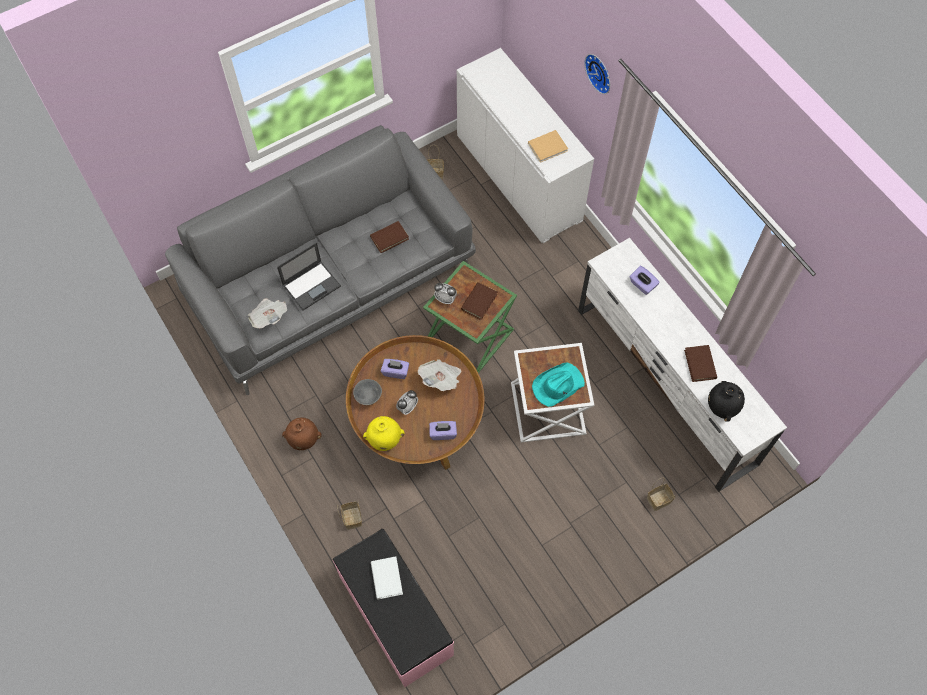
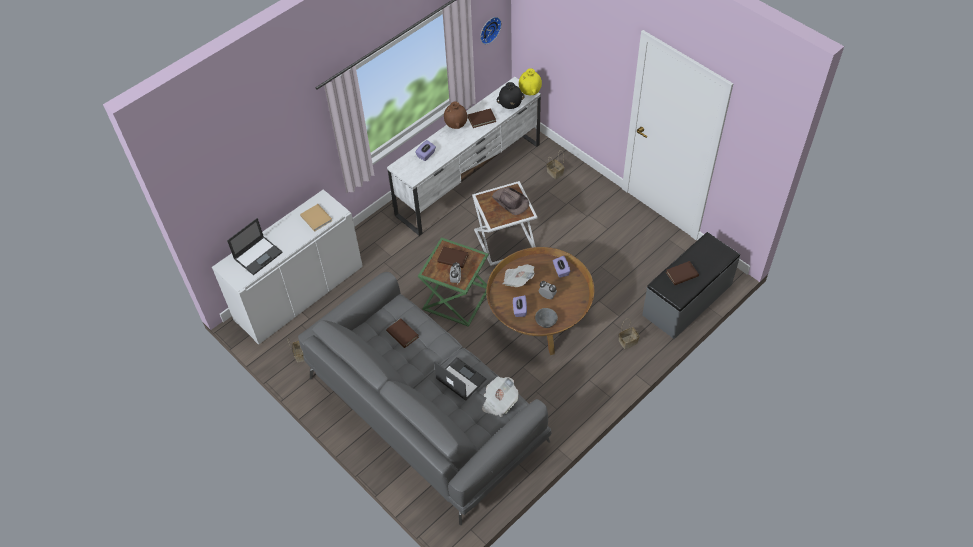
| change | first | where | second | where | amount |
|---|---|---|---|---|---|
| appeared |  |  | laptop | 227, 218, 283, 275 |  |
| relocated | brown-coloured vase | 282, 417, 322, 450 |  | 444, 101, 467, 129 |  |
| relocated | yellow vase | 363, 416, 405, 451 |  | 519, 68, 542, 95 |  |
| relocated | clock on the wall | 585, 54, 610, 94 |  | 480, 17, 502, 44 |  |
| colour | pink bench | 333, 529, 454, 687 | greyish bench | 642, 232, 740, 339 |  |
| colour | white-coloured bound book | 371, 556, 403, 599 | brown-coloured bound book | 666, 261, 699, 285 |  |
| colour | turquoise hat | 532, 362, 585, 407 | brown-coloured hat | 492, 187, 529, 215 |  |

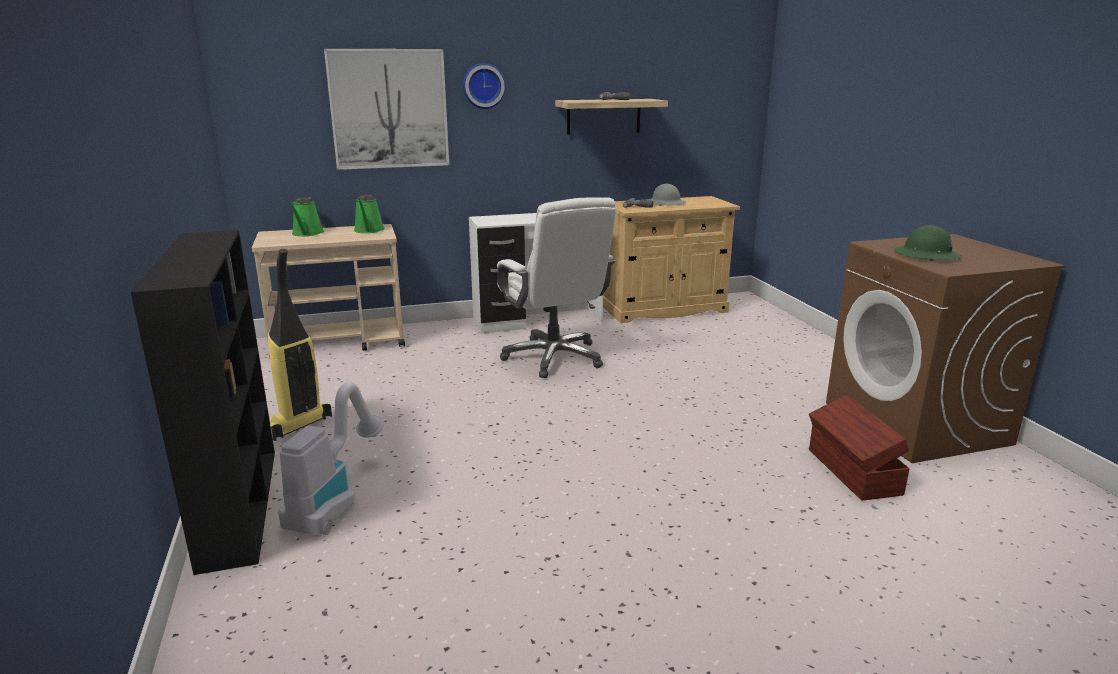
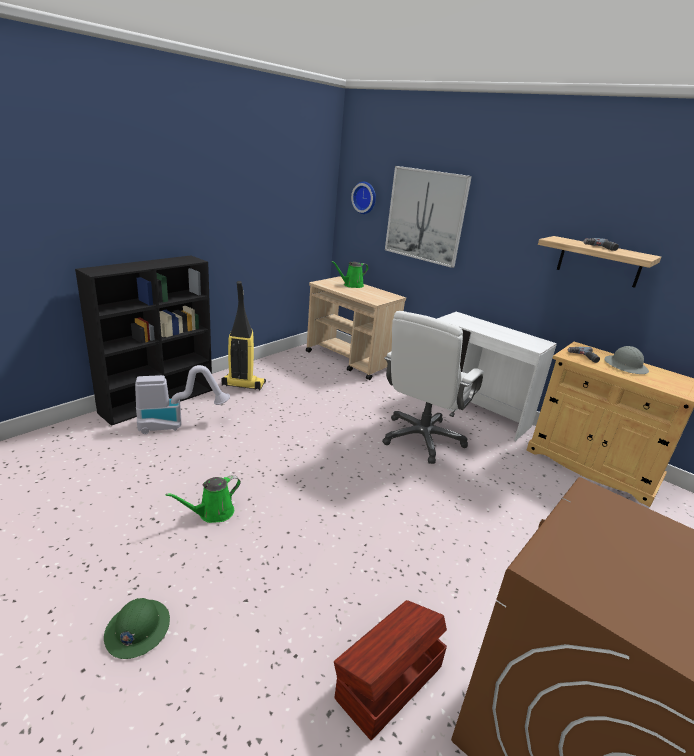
| change | first | where | second | where | amount |
|---|---|---|---|---|---|
| relocated | green-coloured sprinkling can | 354, 195, 385, 233 |  | 166, 475, 241, 523 |  |
| relocated | clock on the wall | 463, 63, 506, 109 |  | 351, 182, 376, 214 |  |
| relocated | green-coloured safety helmet | 894, 225, 962, 261 |  | 104, 598, 170, 659 |  |

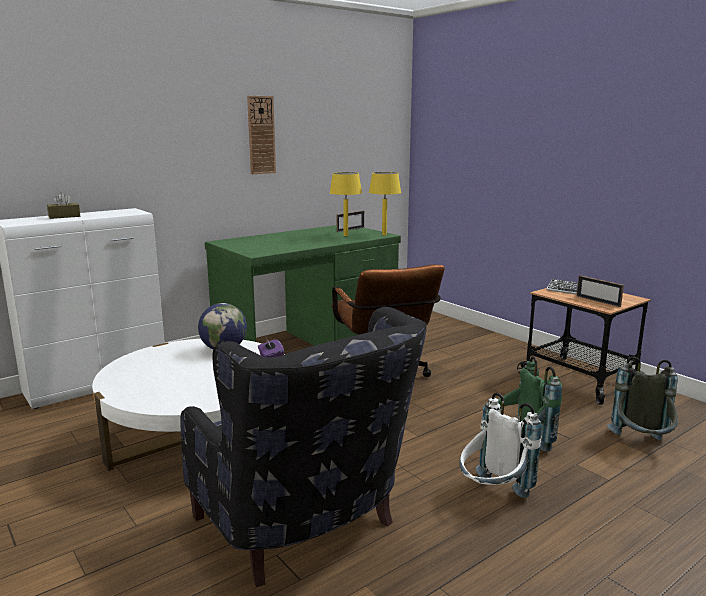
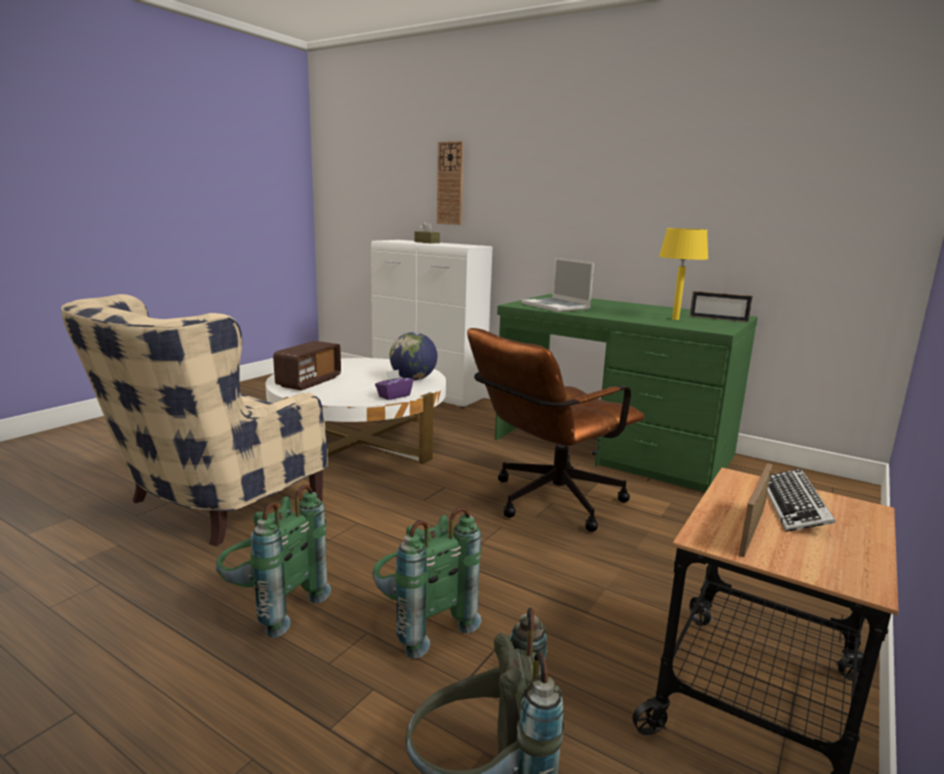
| change | first | where | second | where | amount |
|---|---|---|---|---|---|
| missing | yellow lamp for a table | 369, 172, 401, 235 |  |  |  |
| appeared |  |  | radio set | 273, 341, 341, 391 |  |
| appeared |  |  | laptop | 521, 258, 594, 312 |  |
| relocated | clock on the wall | 247, 96, 276, 174 |  | 437, 141, 464, 225 |  |
| colour | blackish easy chair | 180, 307, 427, 587 | beige-coloured easy chair | 61, 294, 328, 546 |  |
| colour | white-coloured backpack | 459, 392, 542, 498 | green-coloured backpack | 216, 485, 331, 638 |  |

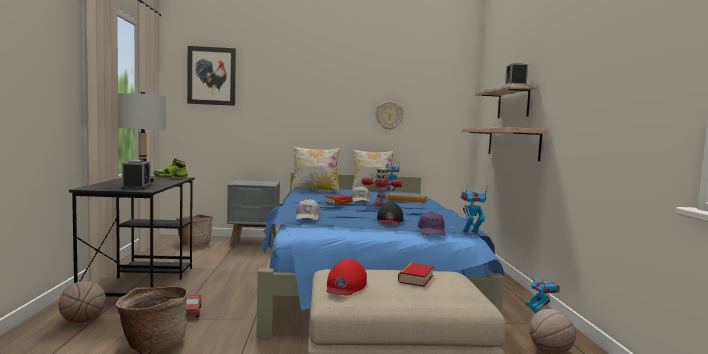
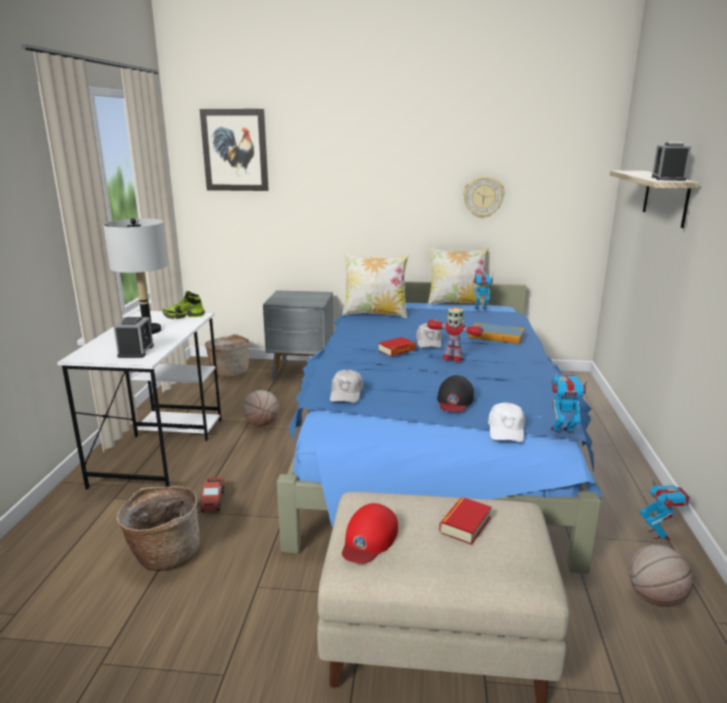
| change | first | where | second | where | amount |
|---|---|---|---|---|---|
| missing | bracket shelf | 461, 128, 548, 161 |  |  |  |
| relocated | basketball ball | 58, 281, 106, 323 |  | 242, 390, 279, 427 |  |
| colour | blackish desk | 69, 176, 195, 297 | white-coloured desk | 57, 311, 222, 489 |  |
| colour | purplish cap | 418, 212, 446, 236 | white-coloured cap | 488, 402, 525, 442 |  |

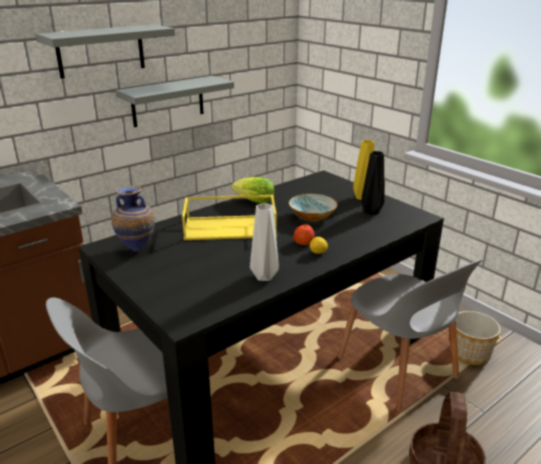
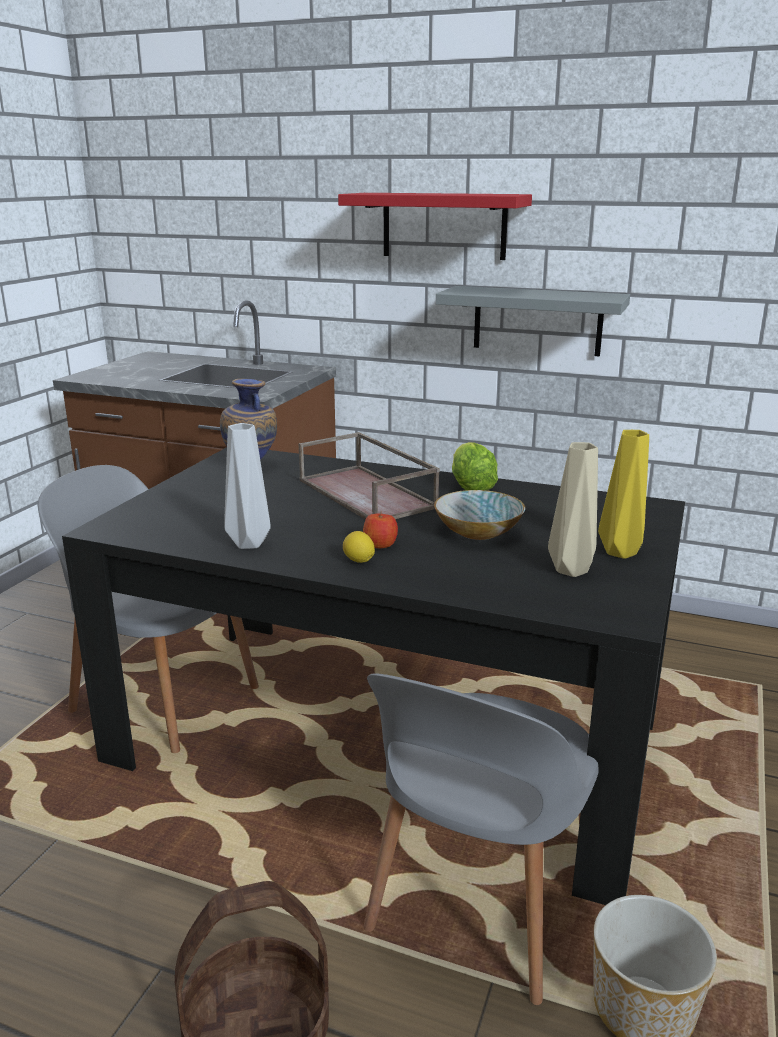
| change | first | where | second | where | amount |
|---|---|---|---|---|---|
| colour | greyish bracket shelf | 35, 24, 175, 79 | red bracket shelf | 338, 193, 532, 260 |  |
| colour | yellow tray | 182, 195, 277, 240 | brown-coloured tray | 299, 432, 440, 520 |  |
| colour | blackish vase | 361, 151, 385, 215 | beige-coloured vase | 548, 442, 598, 577 |  |

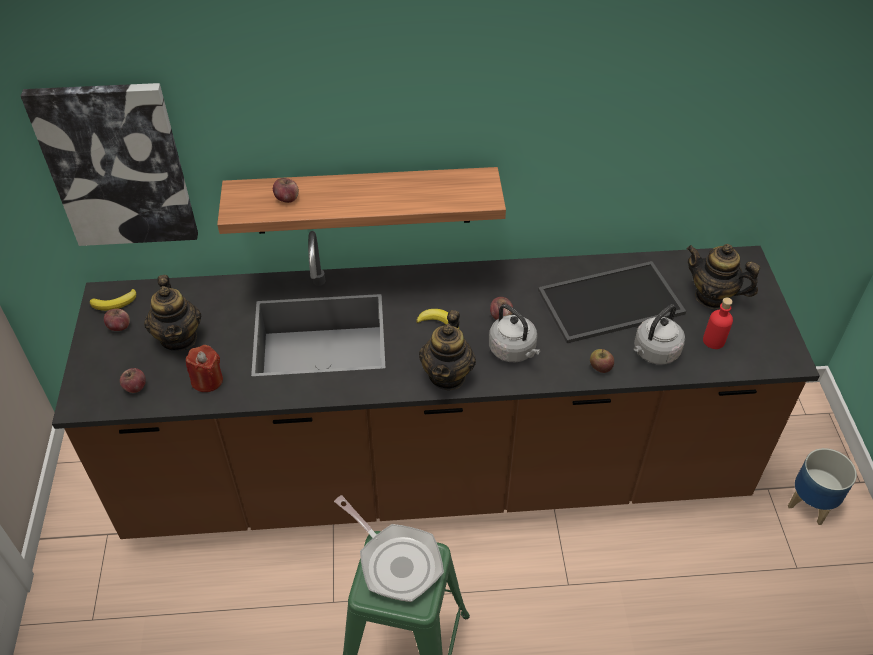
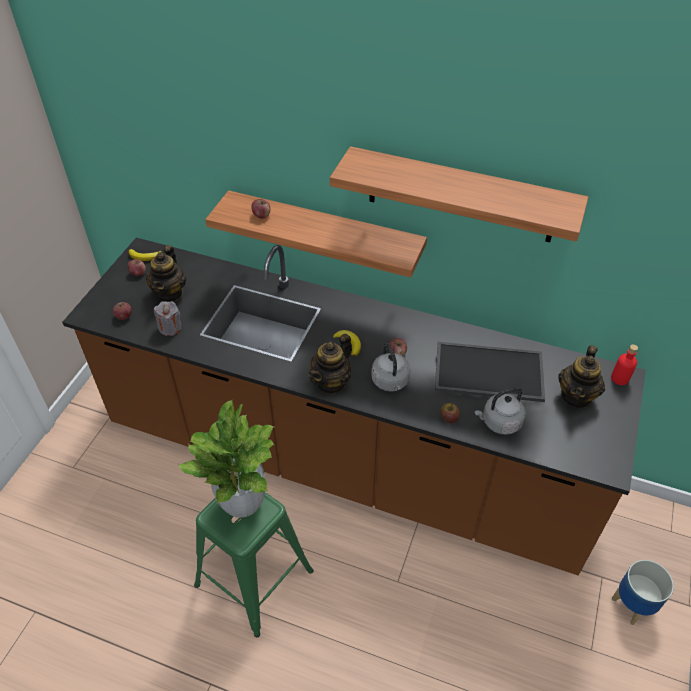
| change | first | where | second | where | amount |
|---|---|---|---|---|---|
| missing | picture | 21, 83, 198, 246 |  |  |  |
| appeared |  |  | bracket shelf | 330, 146, 588, 242 |  |
| relocated | red drink bottle | 703, 298, 733, 349 |  | 611, 344, 638, 385 |  |
| exchanged | skillet | 334, 495, 444, 602 | plant in a pot | 178, 400, 274, 518 |  |
| colour | red wax light | 186, 345, 223, 392 | greyish wax light | 154, 301, 182, 336 |  |
| spun | teapot | 687, 244, 760, 309 |  | 558, 345, 605, 408 | 120 degrees counterclockwise |

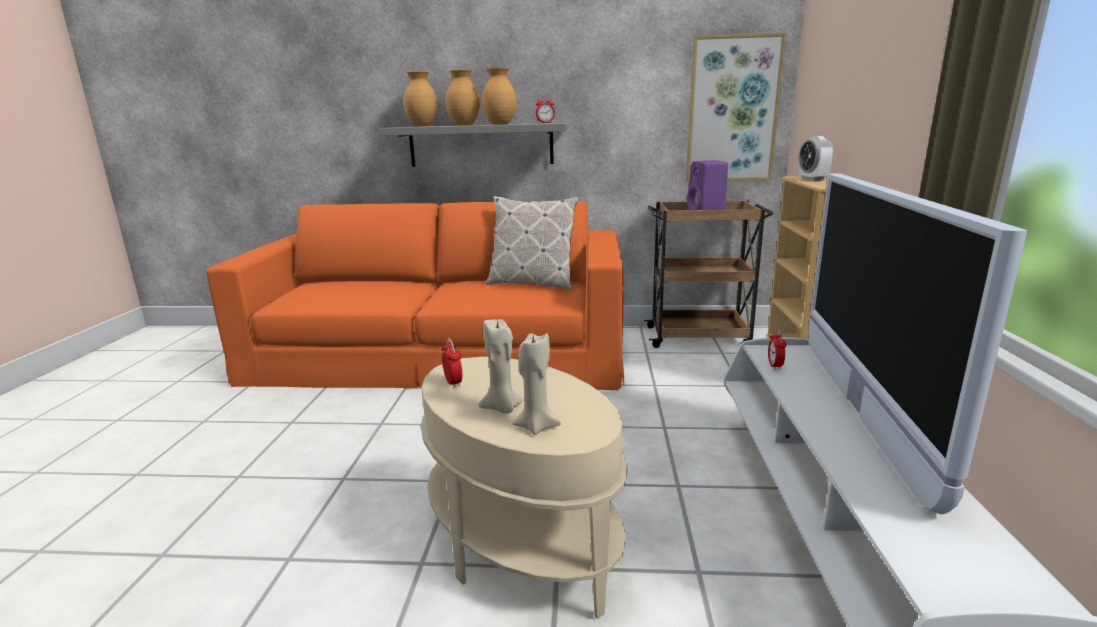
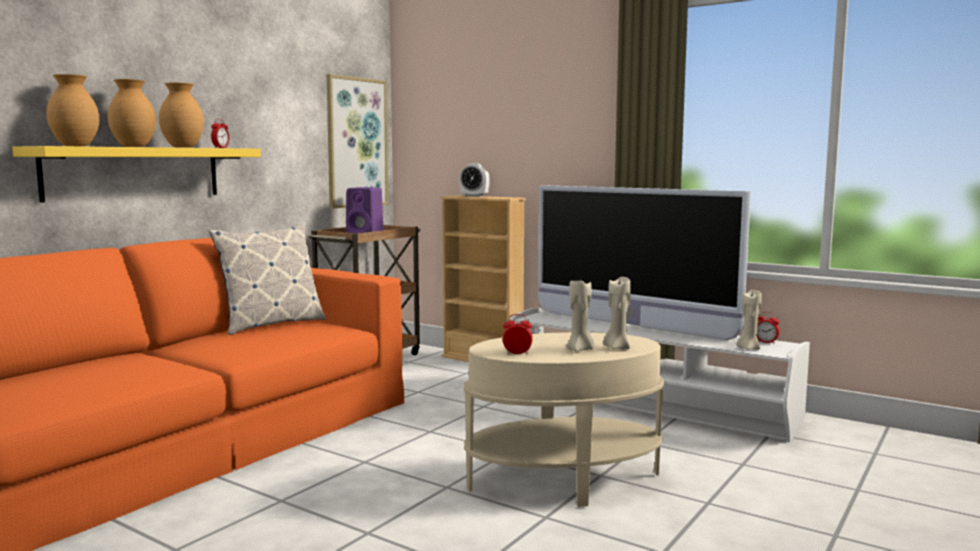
| change | first | where | second | where | amount |
|---|---|---|---|---|---|
| appeared |  |  | beige-coloured wax light | 736, 290, 762, 350 |  |
| relocated | table clock | 768, 330, 786, 370 |  | 757, 312, 780, 344 |  |
| colour | greyish bracket shelf | 380, 123, 568, 167 | yellow bracket shelf | 12, 146, 261, 203 |  |

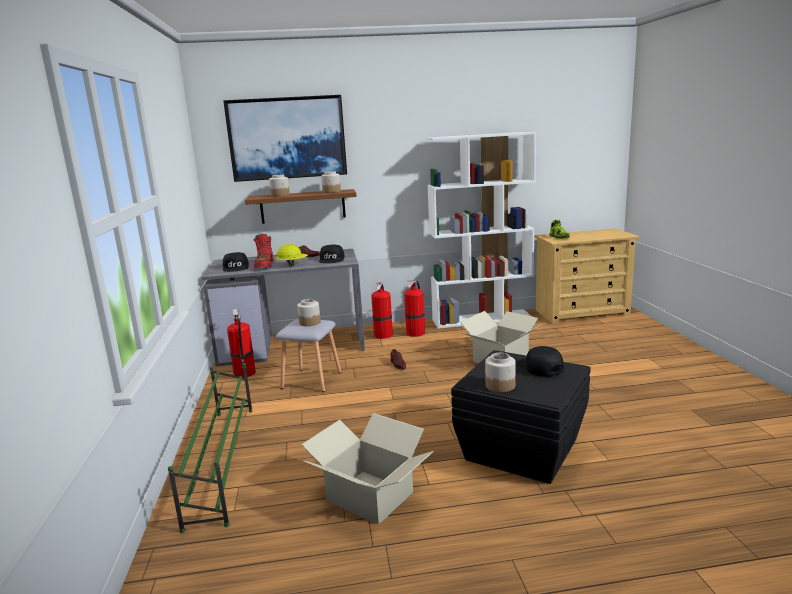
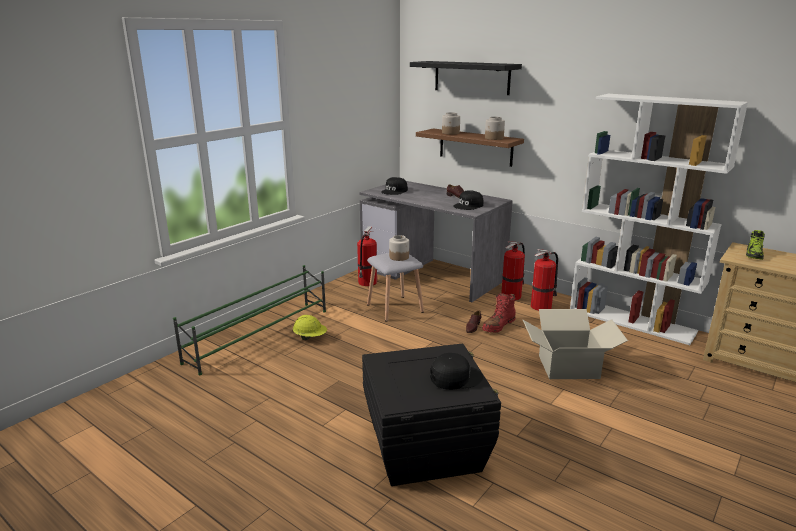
| change | first | where | second | where | amount |
|---|---|---|---|---|---|
| missing | packing box | 301, 413, 434, 525 |  |  |  |
| missing | storage jar | 485, 353, 516, 392 |  |  |  |
| relocated | red boot | 254, 234, 274, 269 |  | 482, 293, 516, 333 |  |
| relocated | yellow safety helmet | 275, 244, 308, 266 |  | 293, 315, 327, 340 |  |
| exchanged | picture | 223, 95, 347, 182 | blackish bracket shelf | 410, 61, 522, 95 |  |
| spun | blackish cap | 517, 346, 564, 377 |  | 430, 353, 483, 390 | 60 degrees clockwise |

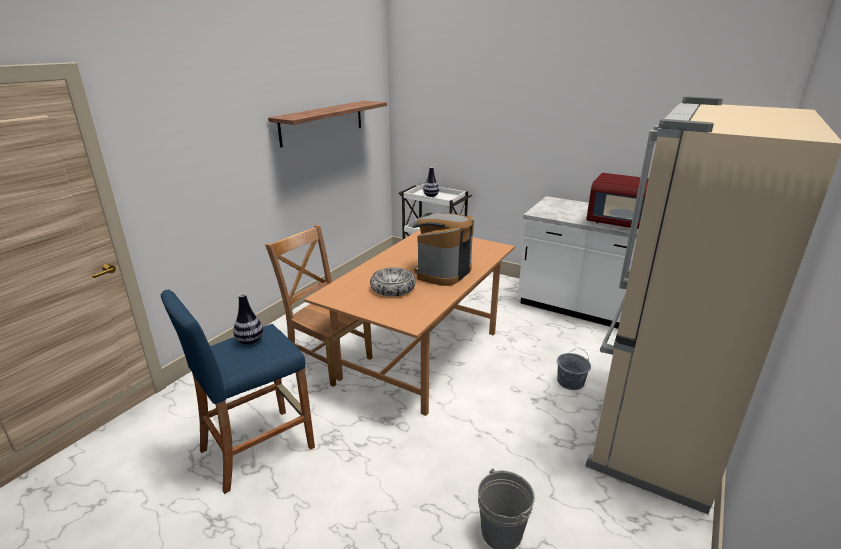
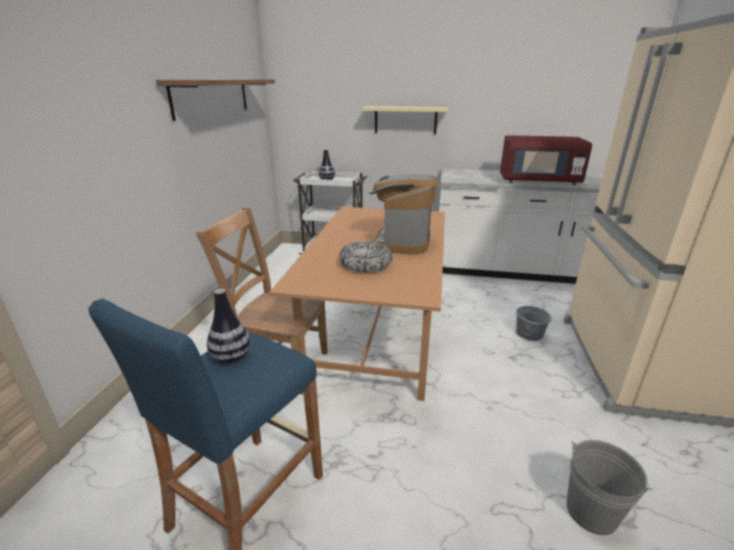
| change | first | where | second | where | amount |
|---|---|---|---|---|---|
| appeared |  |  | beige-coloured bracket shelf | 362, 106, 448, 134 |  |

